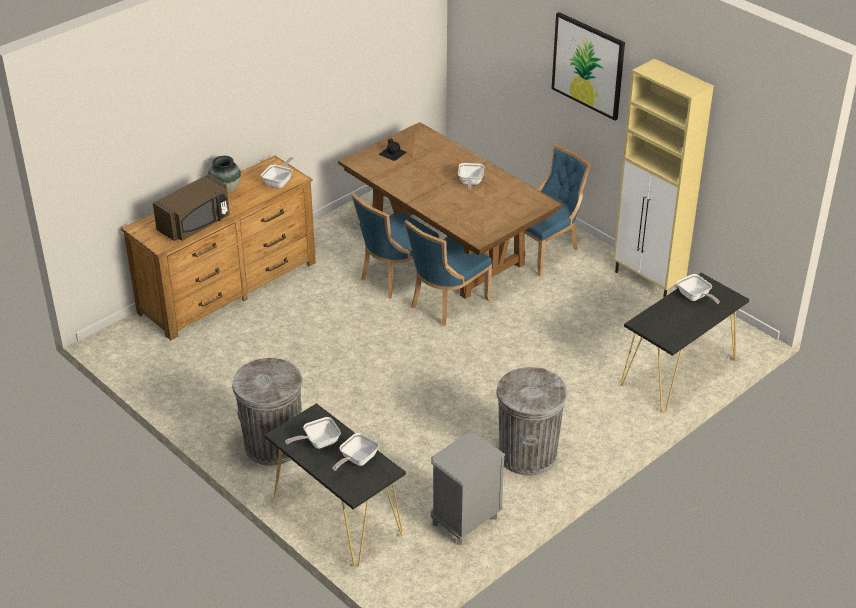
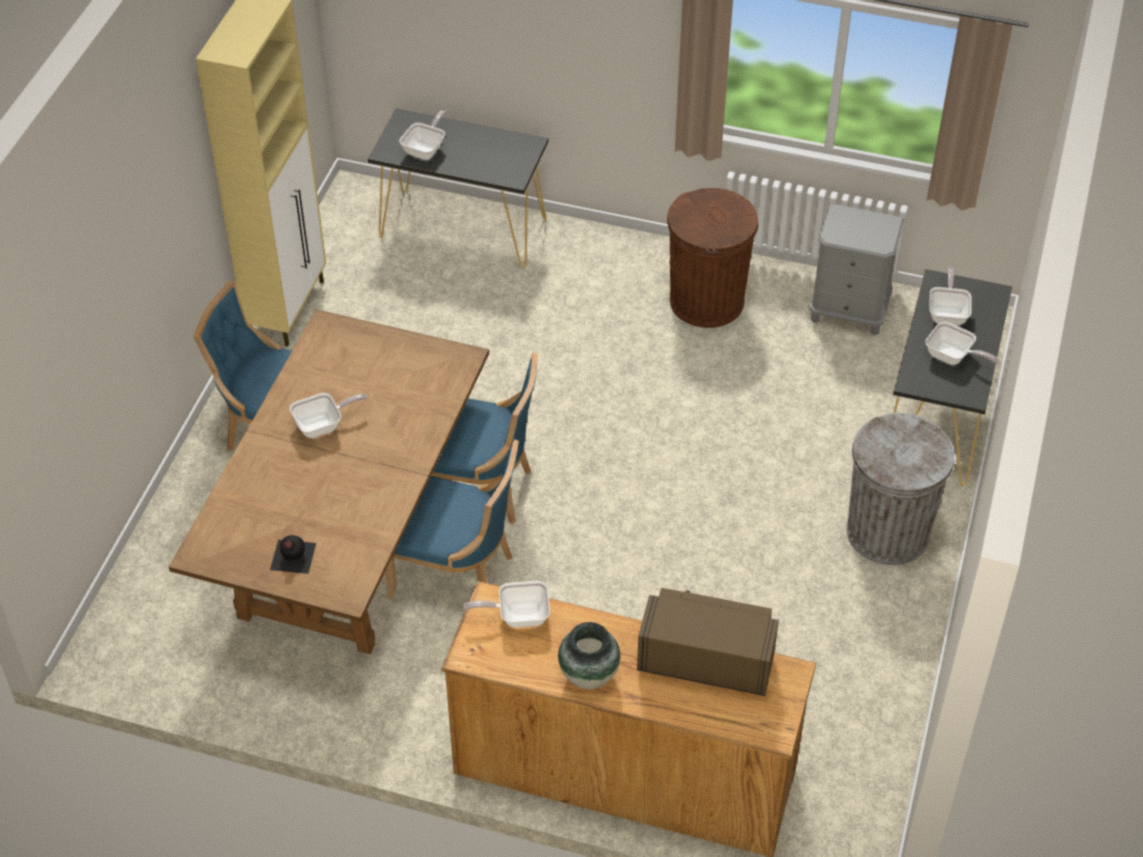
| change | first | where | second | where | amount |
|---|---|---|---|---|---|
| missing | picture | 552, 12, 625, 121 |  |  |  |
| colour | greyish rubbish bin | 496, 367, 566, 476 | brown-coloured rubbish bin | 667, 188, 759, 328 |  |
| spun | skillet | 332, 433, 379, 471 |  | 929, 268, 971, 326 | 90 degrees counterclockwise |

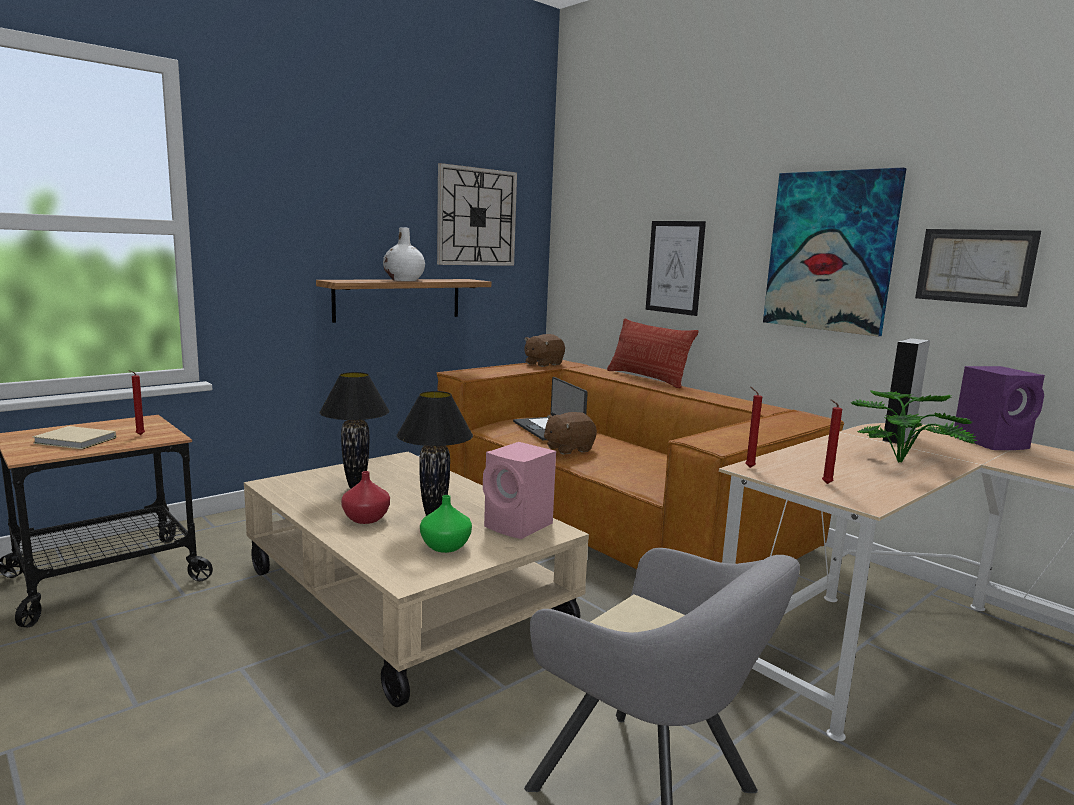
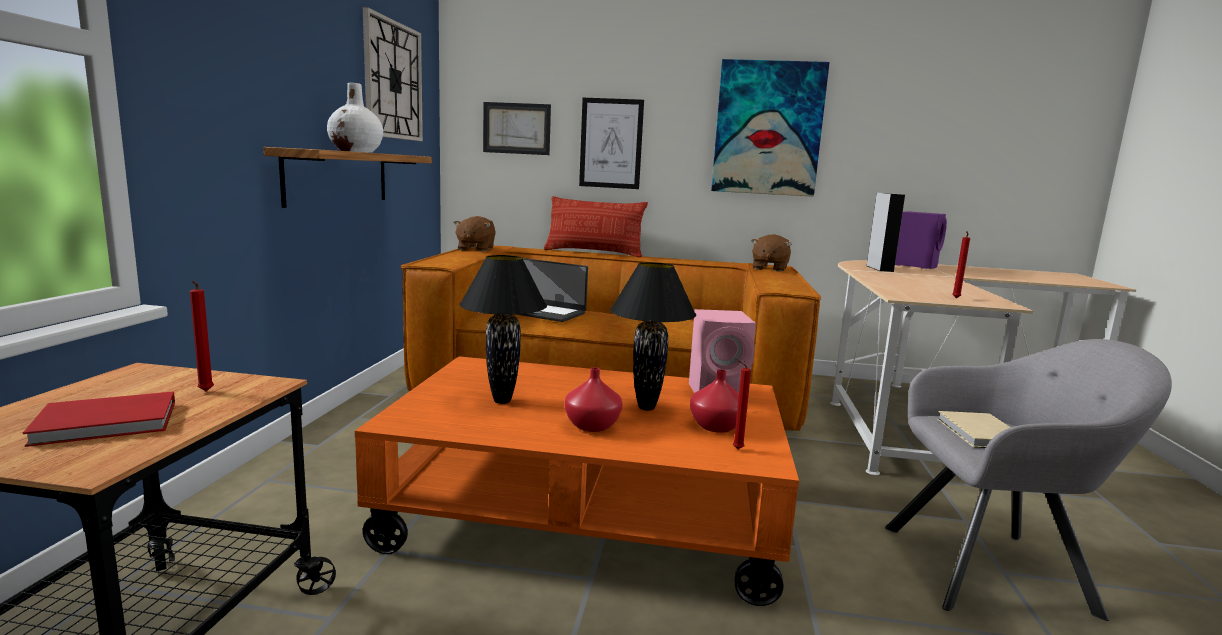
| change | first | where | second | where | amount |
|---|---|---|---|---|---|
| missing | plant in a pot | 850, 390, 977, 463 |  |  |  |
| relocated | brown-coloured soft toy | 544, 412, 597, 455 |  | 751, 234, 792, 272 |  |
| relocated | red wax light | 745, 387, 762, 468 |  | 733, 360, 751, 449 |  |
| relocated | picture | 915, 229, 1041, 307 |  | 483, 102, 551, 155 |  |
| colour | beige-coloured bound book | 32, 426, 116, 449 | red bound book | 23, 391, 175, 447 |  |
| colour | beige-coloured lounge table | 244, 452, 589, 707 | orange-coloured lounge table | 355, 356, 799, 606 |  |
| colour | green-coloured vase | 420, 495, 472, 553 | red vase | 690, 369, 748, 433 |  |

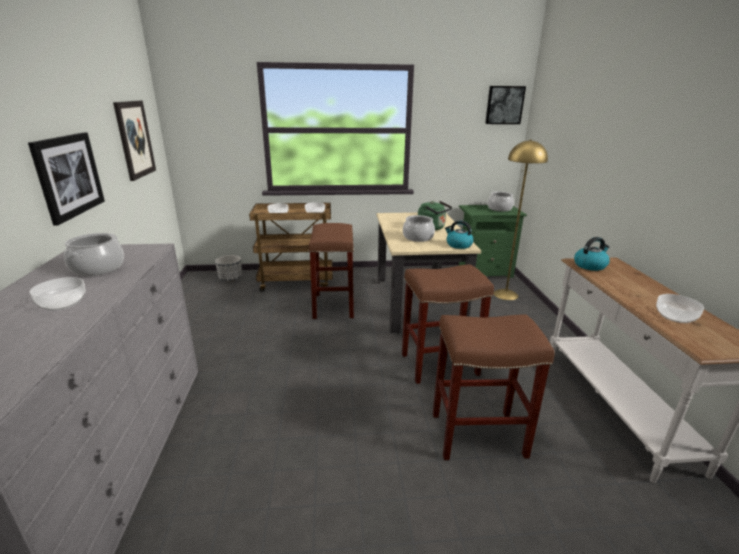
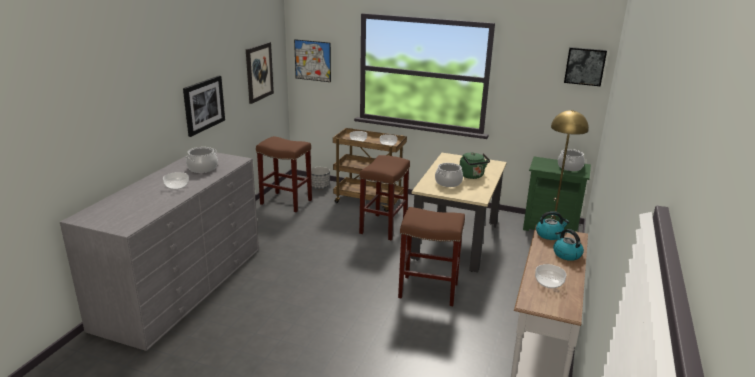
| change | first | where | second | where | amount |
|---|---|---|---|---|---|
| appeared |  |  | picture | 294, 39, 331, 82 |  |
| relocated | brown-coloured stool seat | 433, 314, 555, 460 |  | 256, 136, 312, 212 |  |
| relocated | kettle | 445, 220, 474, 249 |  | 553, 229, 584, 261 |  |

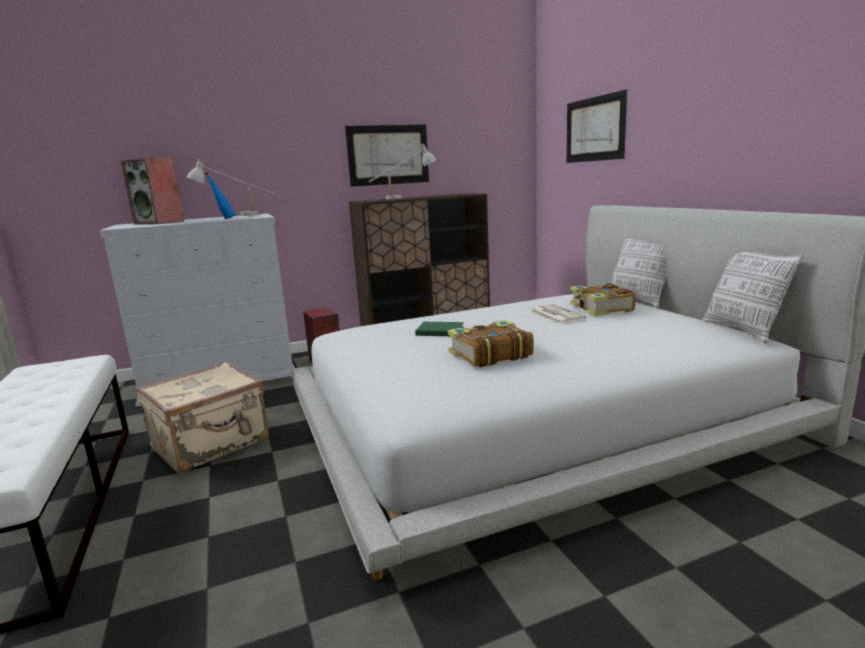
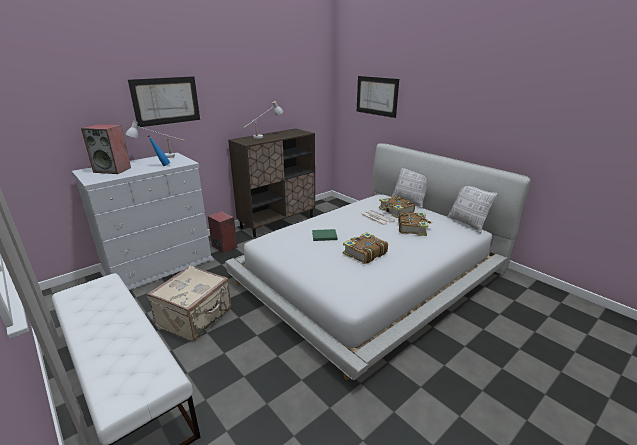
| change | first | where | second | where | amount |
|---|---|---|---|---|---|
| appeared |  |  | bound book | 398, 212, 432, 236 |  |
| relocated | picture | 345, 124, 429, 187 |  | 128, 76, 200, 127 |  |

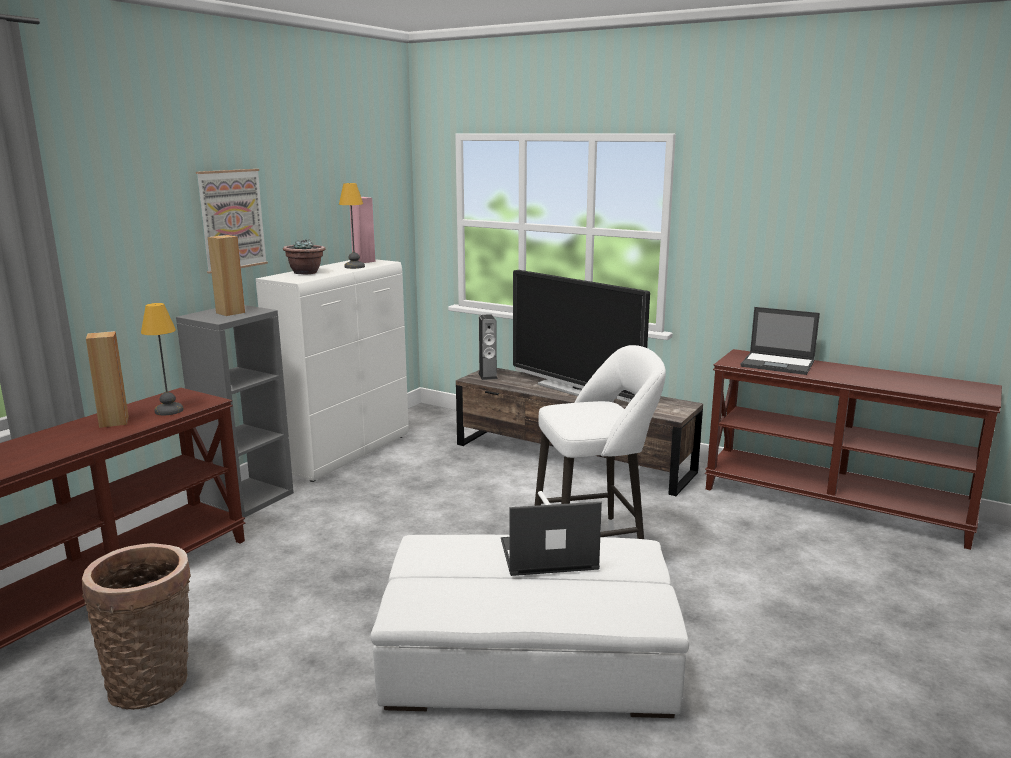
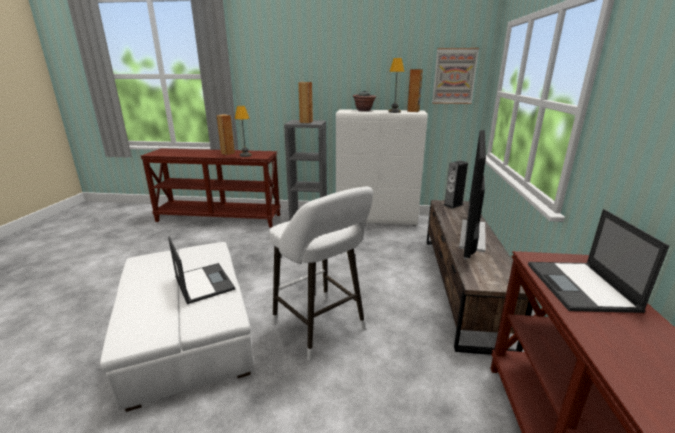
| change | first | where | second | where | amount |
|---|---|---|---|---|---|
| missing | basket | 82, 543, 191, 710 |  |  |  |
| relocated | picture | 196, 169, 268, 274 |  | 432, 48, 479, 104 |  |
| colour | pink speaker | 350, 197, 375, 263 | brown-coloured speaker | 407, 69, 423, 112 |  |

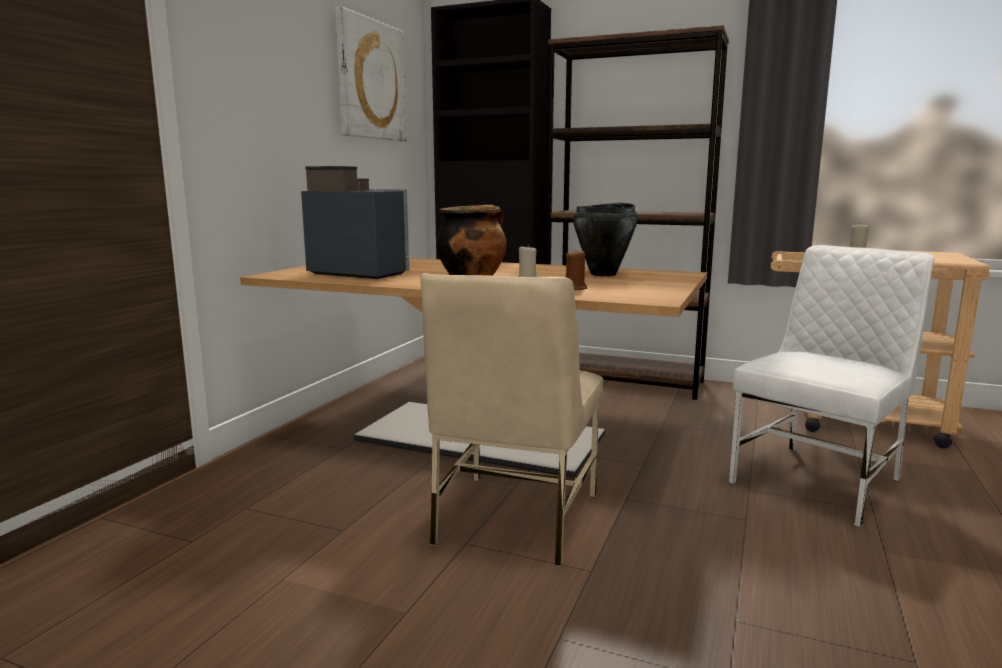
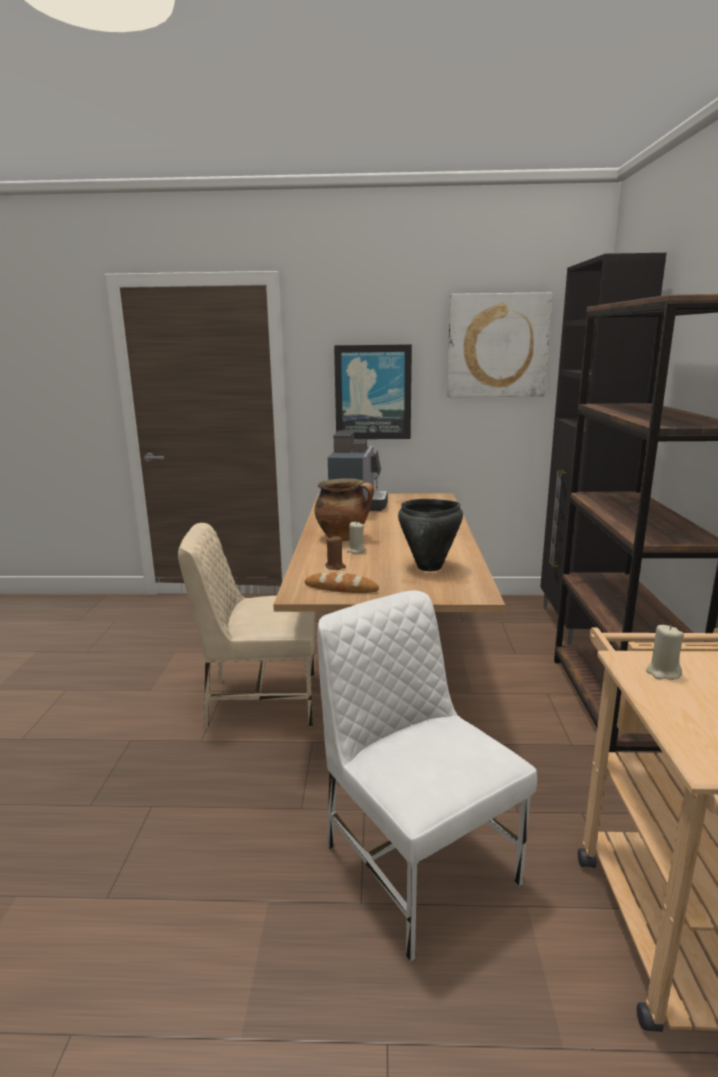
| change | first | where | second | where | amount |
|---|---|---|---|---|---|
| appeared |  |  | baked bread | 305, 572, 379, 593 |  |
| appeared |  |  | picture | 334, 344, 412, 439 |  |
| spun | white-coloured upright chair | 729, 245, 934, 527 |  | 317, 590, 537, 962 | 150 degrees counterclockwise |

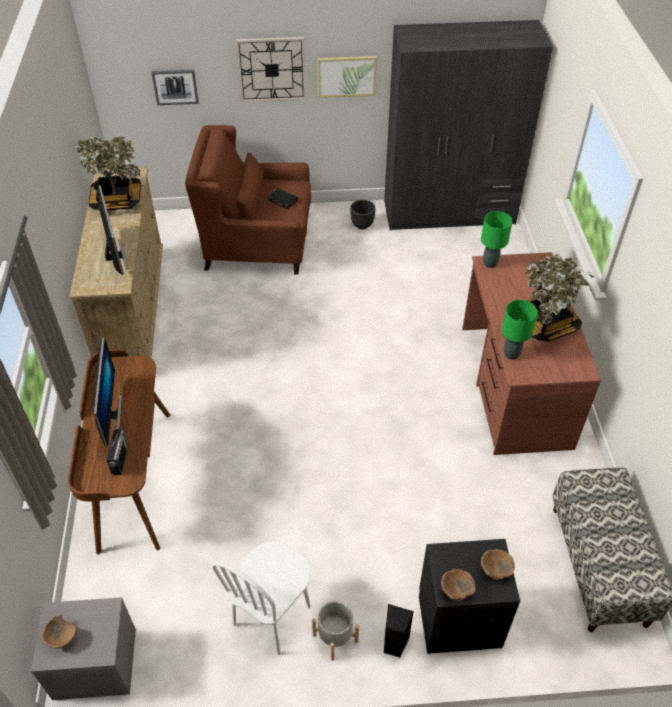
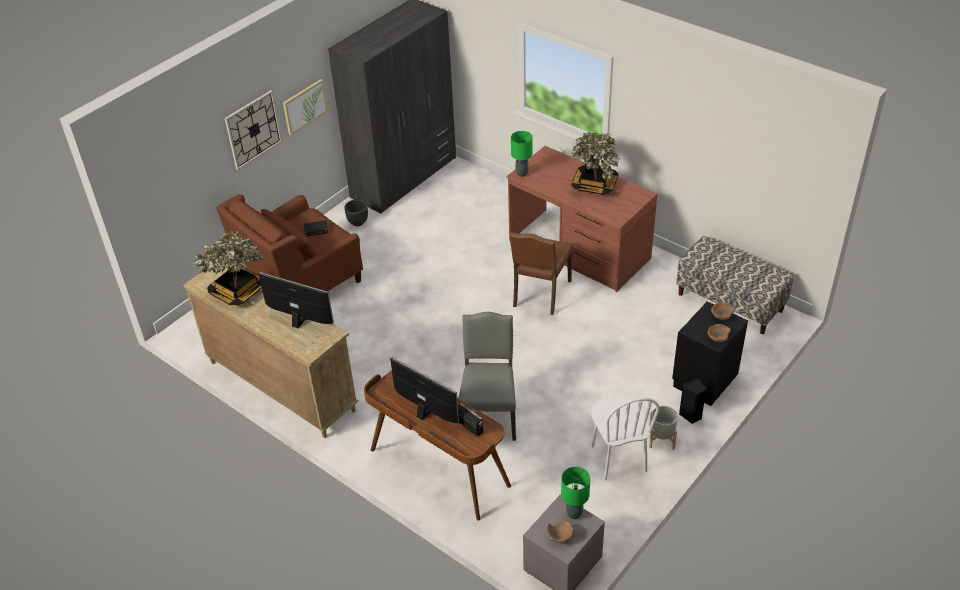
| change | first | where | second | where | amount |
|---|---|---|---|---|---|
| missing | picture | 151, 69, 199, 105 |  |  |  |
| appeared |  |  | greyish upright chair | 458, 312, 516, 441 |  |
| appeared |  |  | brown-coloured upright chair | 509, 232, 573, 315 |  |
| relocated | green-coloured lamp for a table | 502, 300, 538, 360 |  | 561, 467, 590, 519 |  |

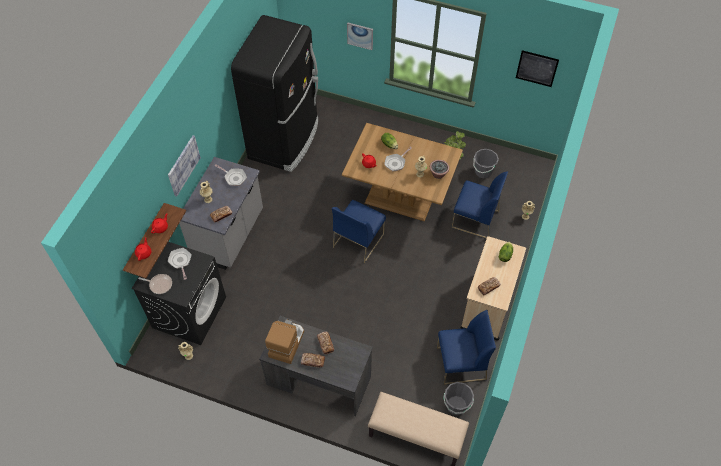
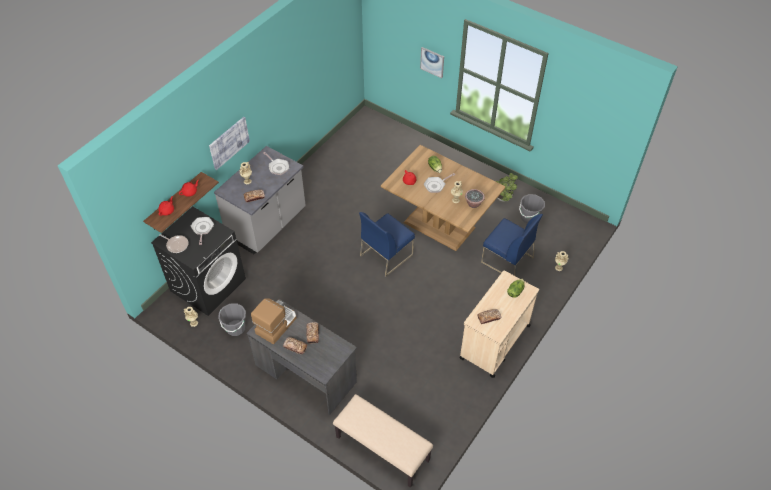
| change | first | where | second | where | amount |
|---|---|---|---|---|---|
| missing | blackish fridge | 231, 15, 318, 172 |  |  |  |
| missing | blue-coloured upright chair | 436, 310, 496, 385 |  |  |  |
| missing | picture | 516, 50, 559, 87 |  |  |  |
| relocated | greyish water bucket | 443, 382, 474, 415 |  | 218, 303, 246, 336 |  |

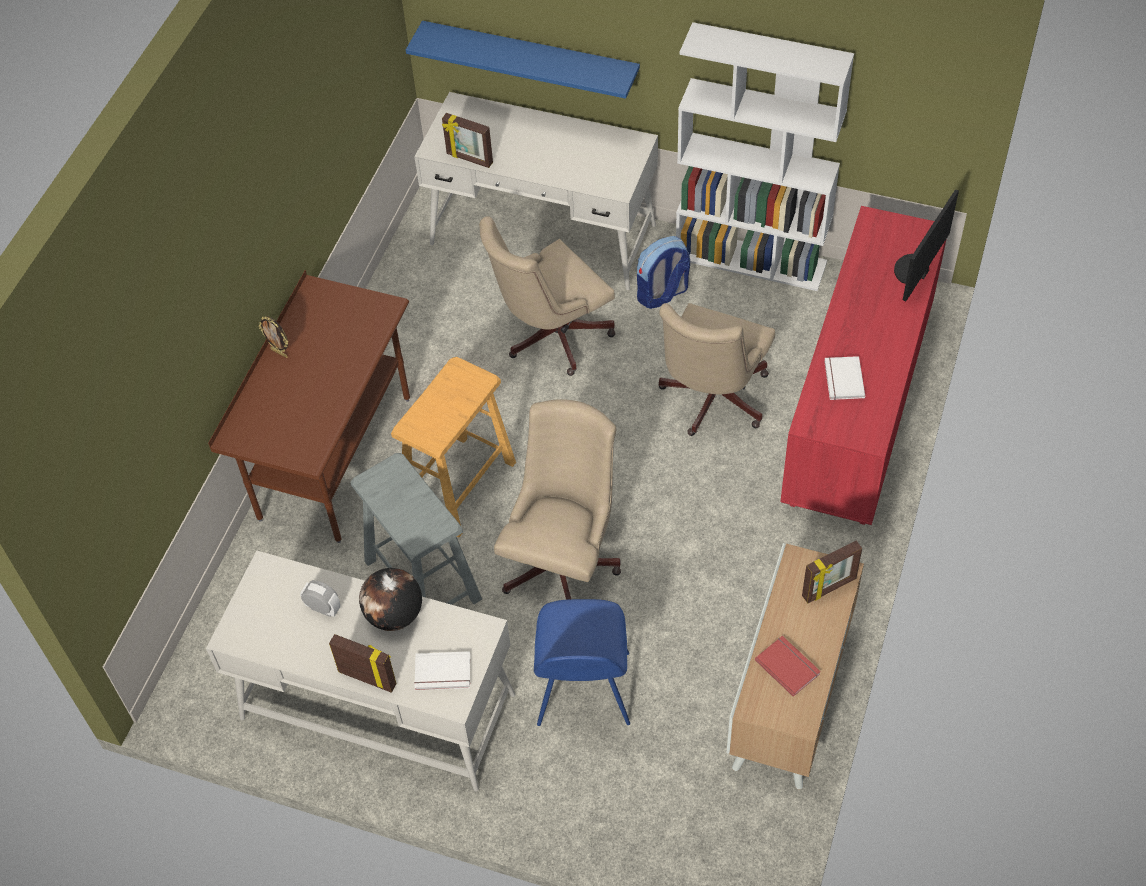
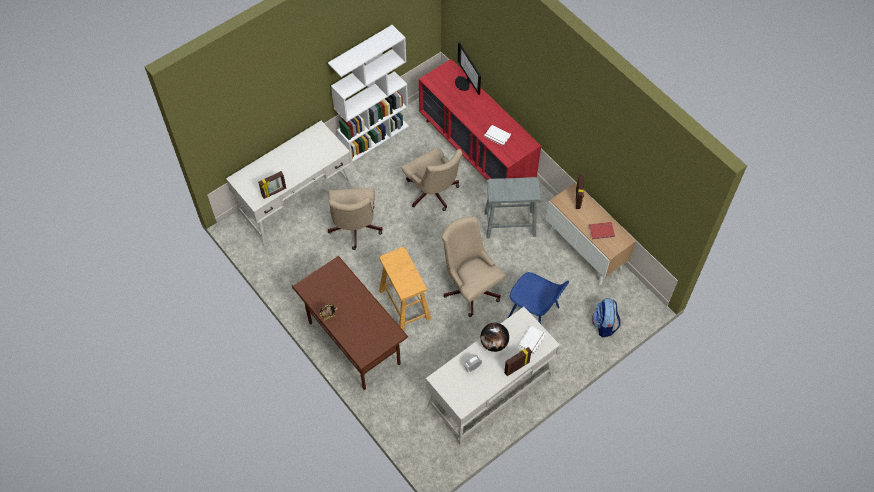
| change | first | where | second | where | amount |
|---|---|---|---|---|---|
| missing | blue-coloured bracket shelf | 406, 21, 640, 99 |  |  |  |
| relocated | greyish stool seat | 350, 453, 482, 605 |  | 485, 177, 541, 239 |  |
| relocated | backpack | 637, 236, 690, 309 |  | 592, 298, 620, 337 |  |

